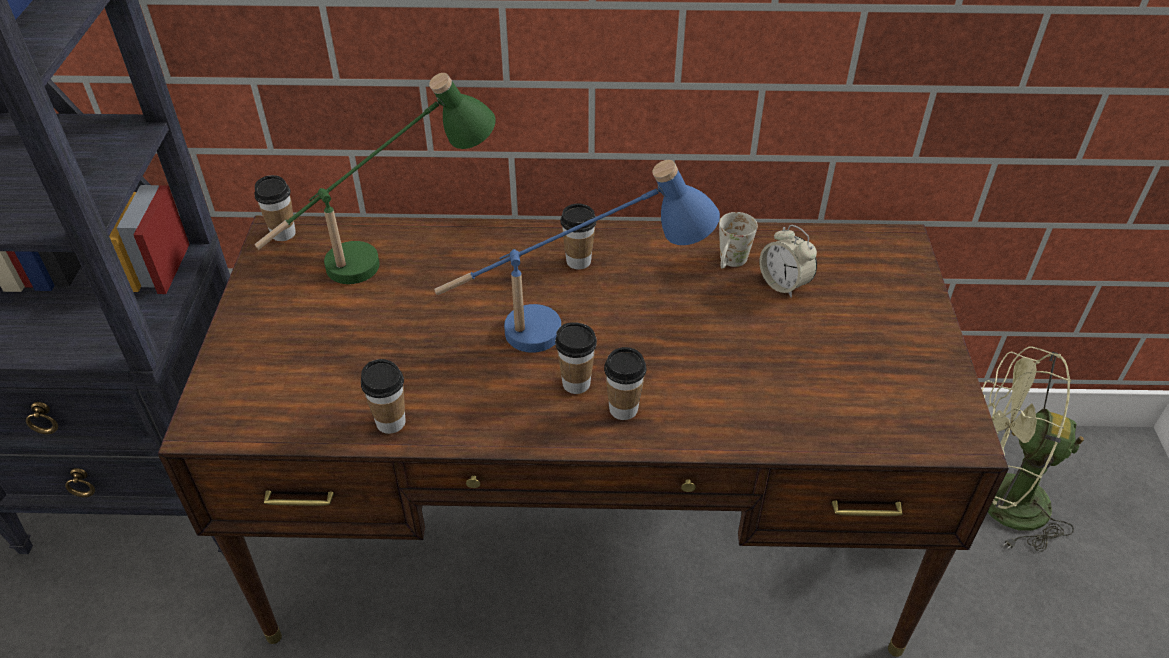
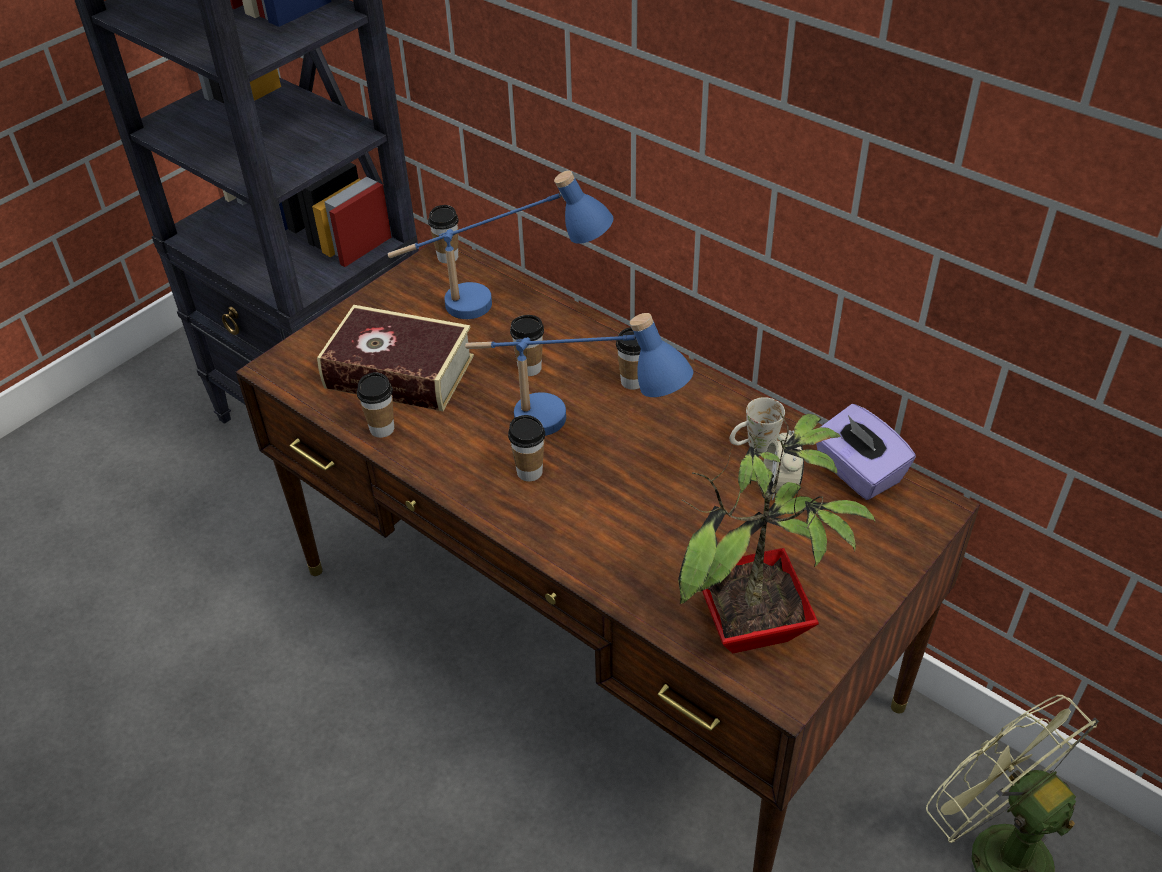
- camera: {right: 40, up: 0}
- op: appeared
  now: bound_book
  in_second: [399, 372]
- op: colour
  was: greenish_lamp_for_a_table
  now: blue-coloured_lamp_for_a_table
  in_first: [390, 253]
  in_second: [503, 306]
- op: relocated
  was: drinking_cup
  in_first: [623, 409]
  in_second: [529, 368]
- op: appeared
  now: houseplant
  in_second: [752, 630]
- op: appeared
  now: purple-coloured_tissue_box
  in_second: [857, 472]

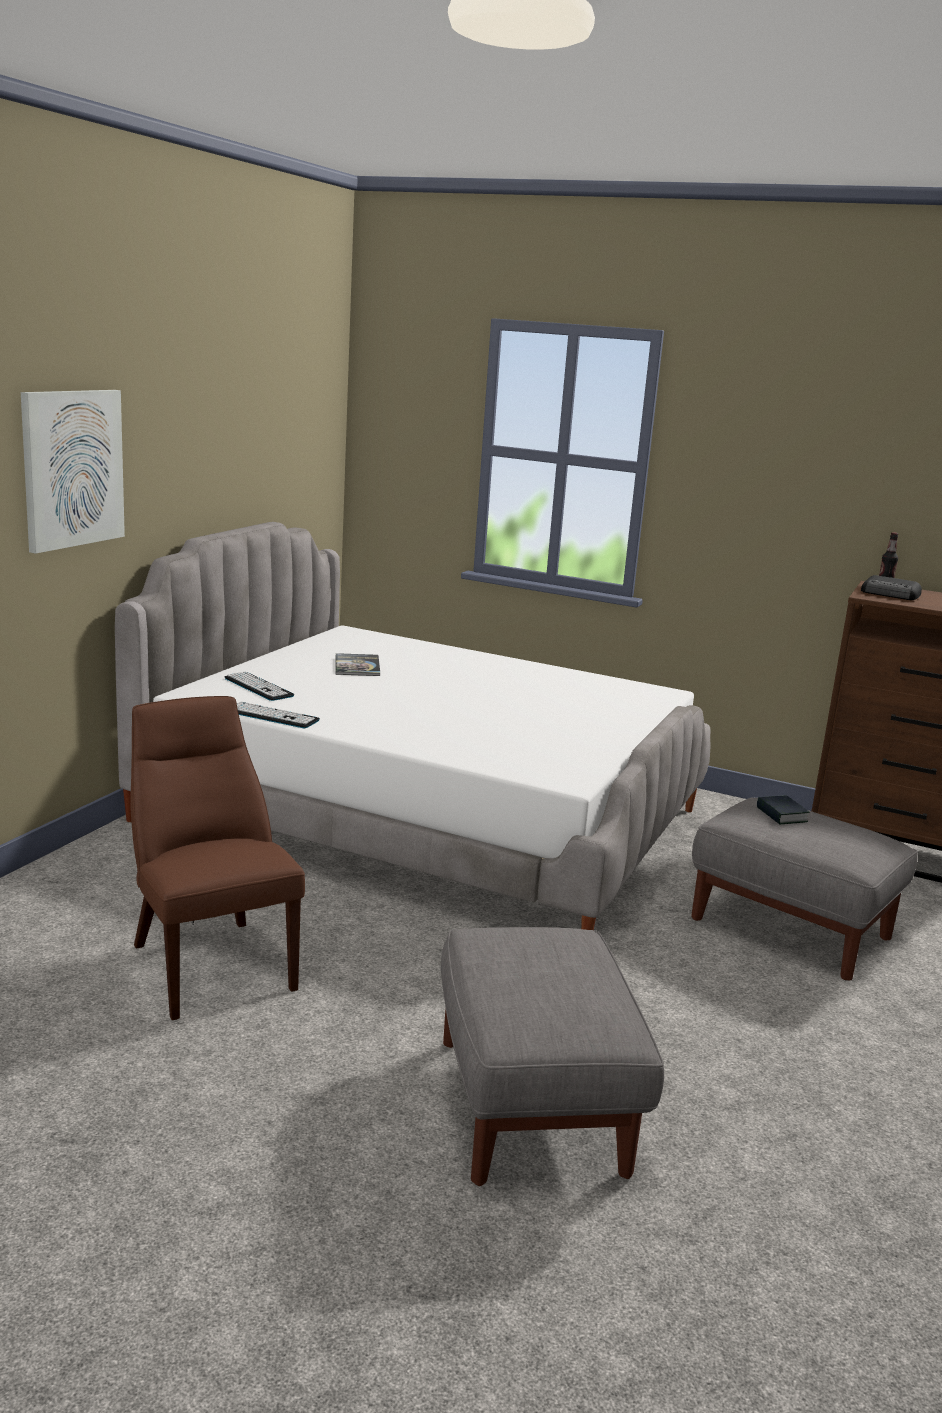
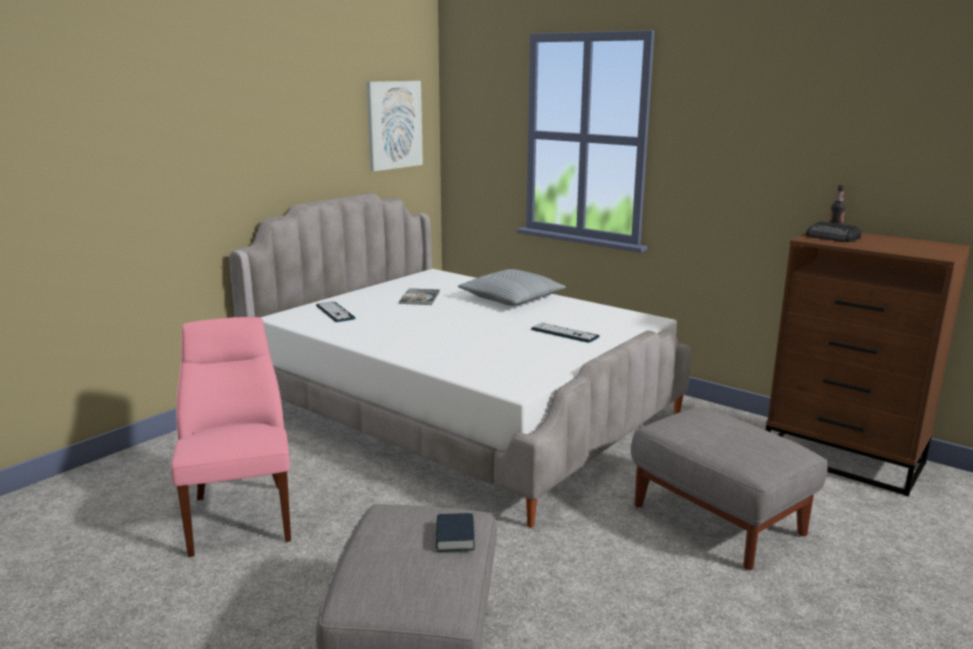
- camera: {right: 15, up: 0}
- op: colour
  was: brown_upright_chair
  now: pink-coloured_upright_chair
  in_first: [209, 963]
  in_second: [241, 515]
- op: relocated
  was: wall_picture
  in_first: [72, 468]
  in_second: [394, 125]
- op: relocated
  was: bound_book
  in_first: [781, 815]
  in_second: [455, 537]
- op: appeared
  now: cushion
  in_second: [511, 298]
- op: relocated
  was: keyboard
  in_first: [272, 716]
  in_second: [564, 333]

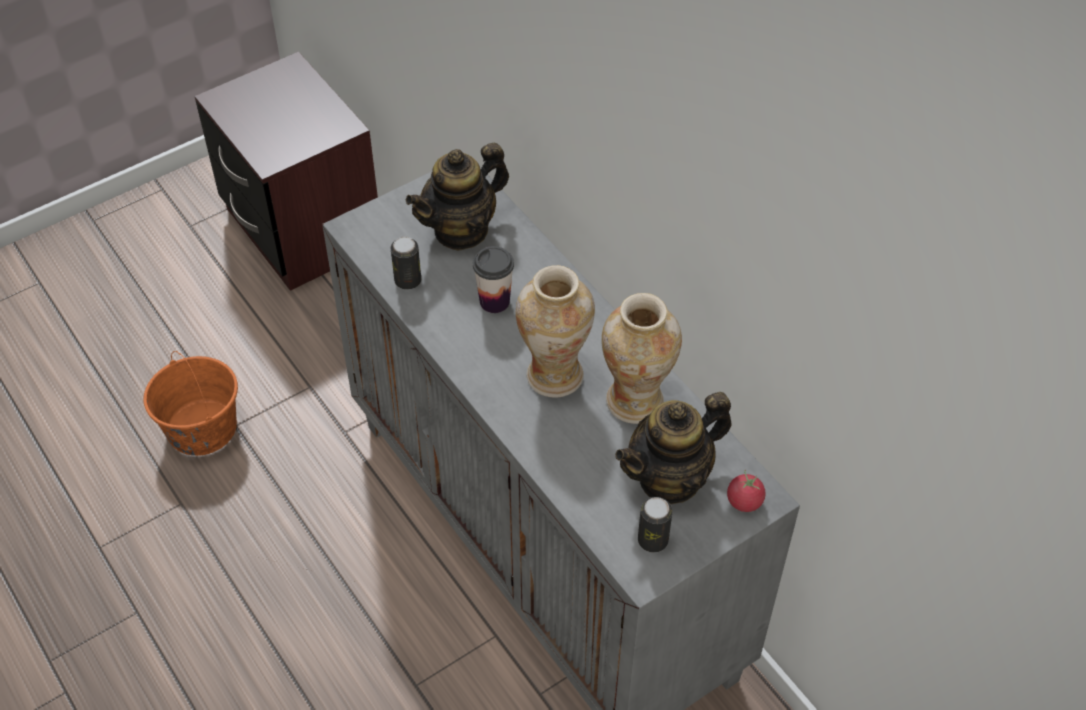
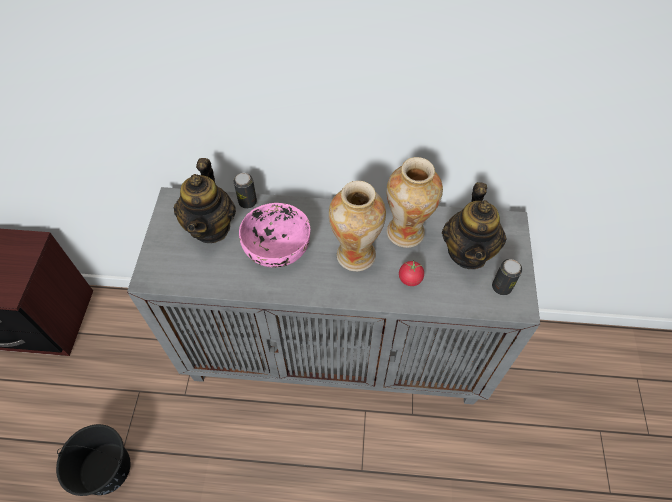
- camera: {right: -50, up: 5}
- op: colour
  was: orangey_water_bucket
  now: blackish_water_bucket
  in_first: [201, 427]
  in_second: [105, 469]
- op: relocated
  was: sealed_can
  in_first: [408, 280]
  in_second: [247, 202]
- op: exchanged
  was: drinking_cup
  now: pink-coloured_bowl
  in_first: [494, 301]
  in_second: [277, 247]
- op: relocated
  was: tomato
  in_first: [744, 501]
  in_second: [410, 278]

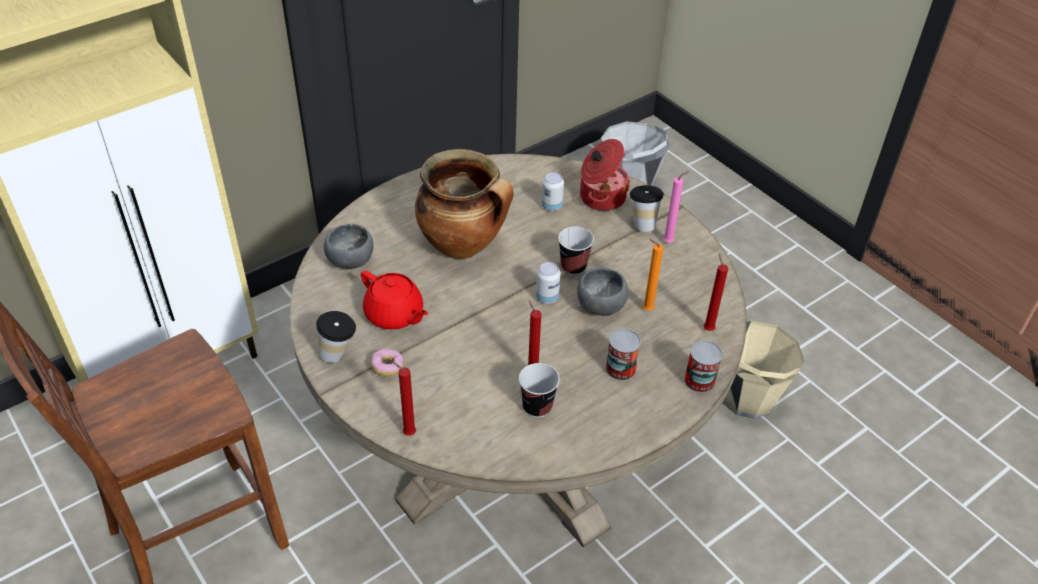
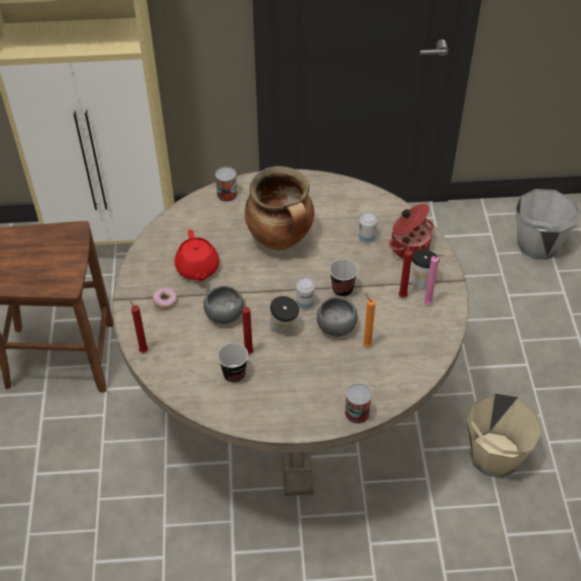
- camera: {right: 35, up: 5}
- op: relocated
  was: greyish_bowl
  in_first: [351, 261]
  in_second: [224, 316]
- op: relocated
  was: sealed_can
  in_first: [620, 369]
  in_second: [227, 194]
- op: relocated
  was: drinking_cup
  in_first: [339, 355]
  in_second: [284, 328]
- op: relocated
  was: reddish_candle
  in_first: [707, 328]
  in_second: [403, 295]

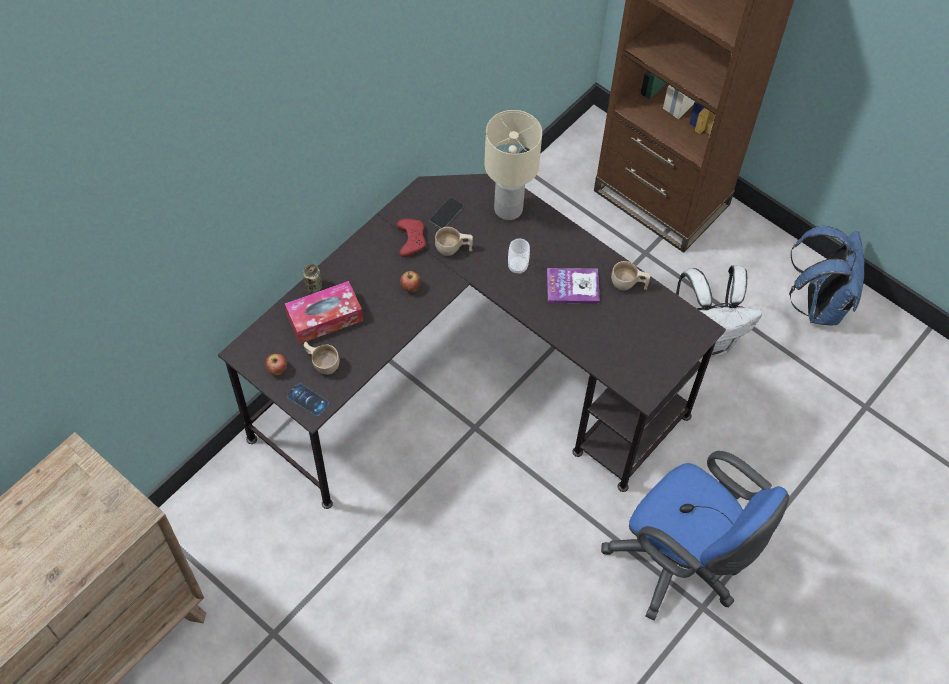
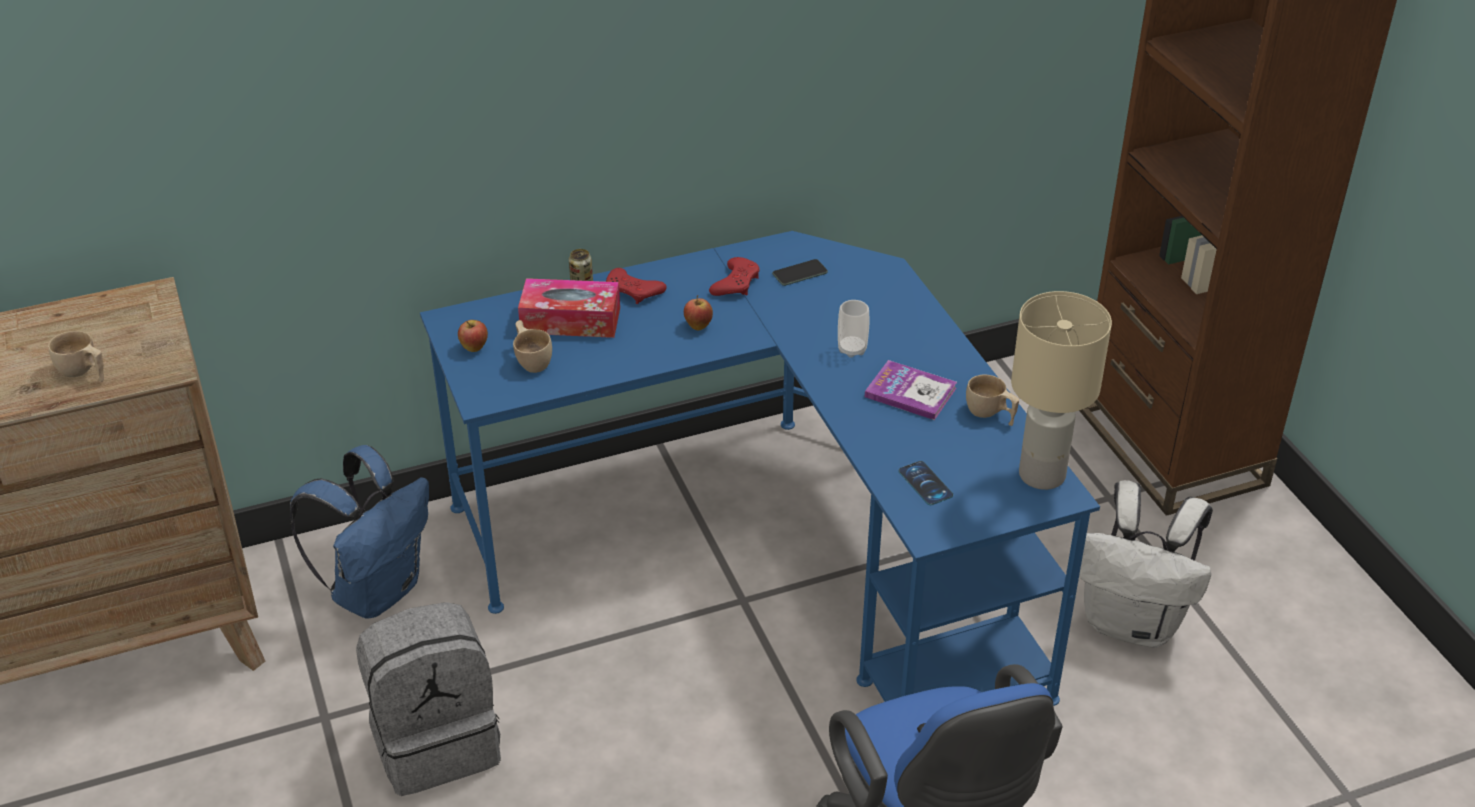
- camera: {right: 30, up: -20}
- op: relocated
  was: sand-coloured_drinking_cup
  in_first: [453, 249]
  in_second: [83, 373]
- op: relocated
  was: blue-coloured_knapsack
  in_first: [818, 304]
  in_second: [377, 590]
- op: appeared
  now: greyish_knapsack
  in_second: [437, 742]
- op: colour
  was: blackish_desk_unit
  now: blue-coloured_desk_unit
  in_first: [467, 383]
  in_second: [767, 549]
- op: appeared
  now: reddish_game_controller
  in_second: [633, 290]
- op: relocated
  was: phone
  in_first: [308, 399]
  in_second: [925, 483]
- op: relocated
  was: sand-coloured_lamp_for_a_table
  in_first: [508, 208]
  in_second: [1042, 474]

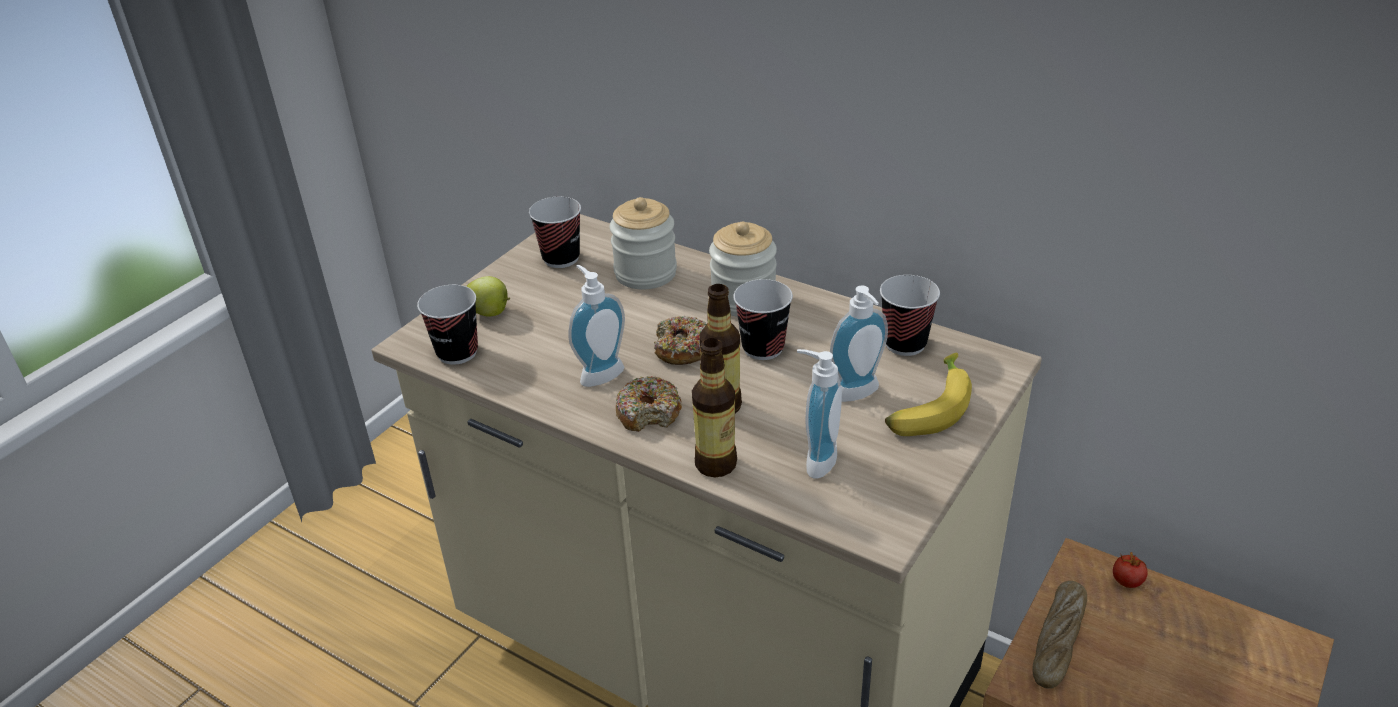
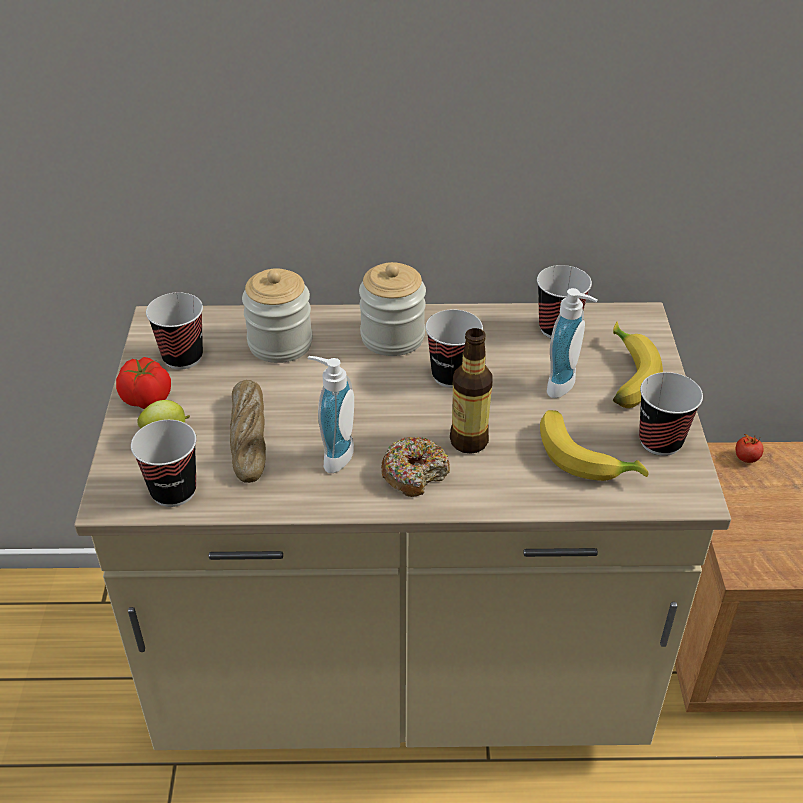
- camera: {right: -35, up: 5}
- op: appeared
  now: tomato
  in_second: [147, 400]
- op: relocated
  was: bakery_bread
  in_first: [1058, 640]
  in_second: [249, 437]
- op: exchanged
  was: liquid_soap_bottle
  now: banana
  in_first: [815, 459]
  in_second: [586, 456]
- op: appeared
  now: drinking_cup
  in_second: [660, 441]
- op: missing
  was: ring_doughnut
  in_first: [682, 349]
- op: missing
  was: beverage_bottle
  in_first: [716, 464]

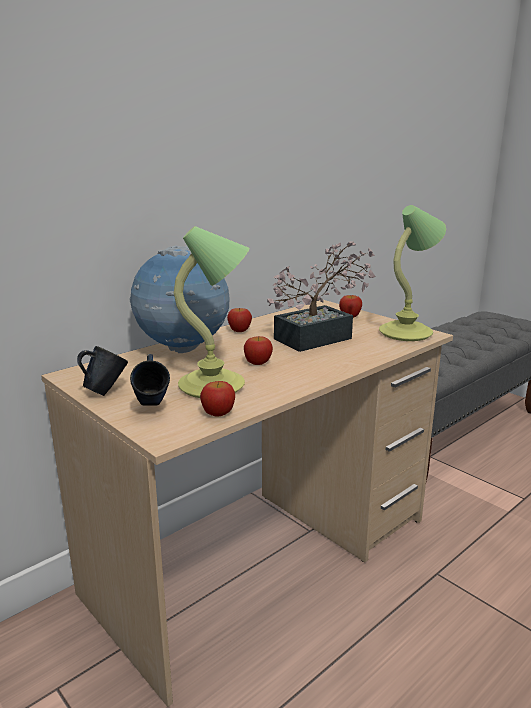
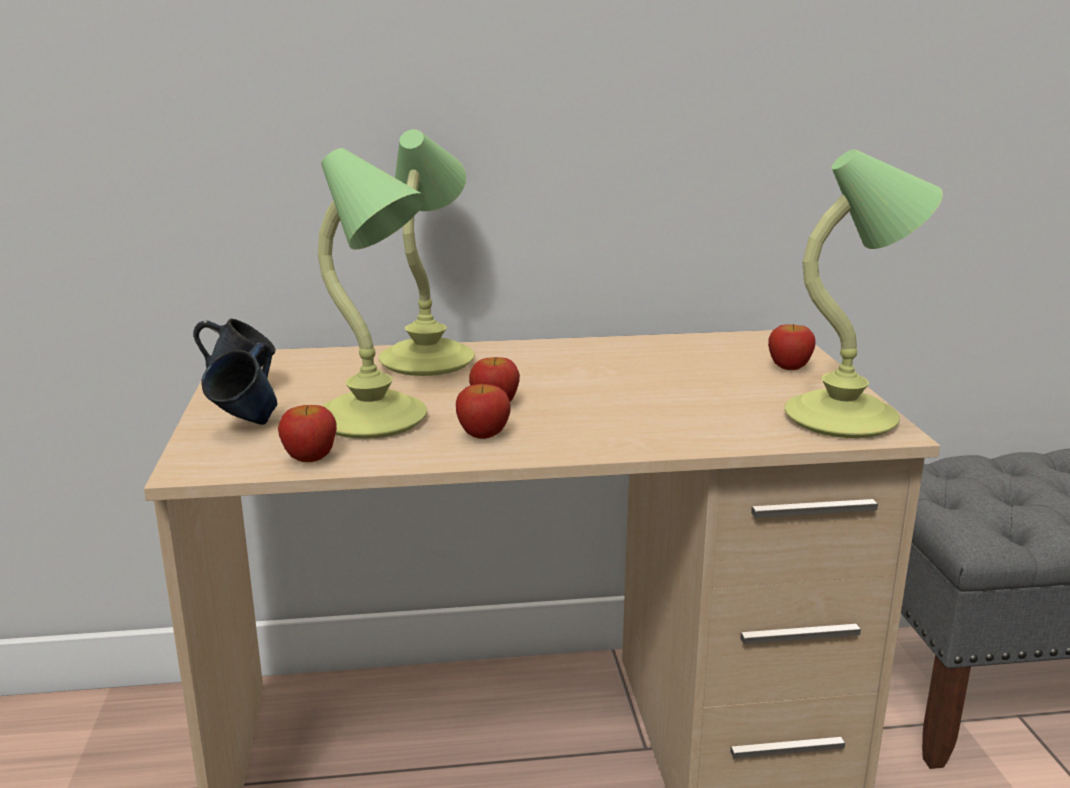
- camera: {right: 35, up: 0}
- op: exchanged
  was: desk_globe
  now: lamp_for_a_table
  in_first: [183, 350]
  in_second: [429, 360]
- op: relocated
  was: apple_fruit
  in_first: [239, 330]
  in_second: [483, 434]
- op: missing
  was: houseplant
  in_first: [320, 337]

